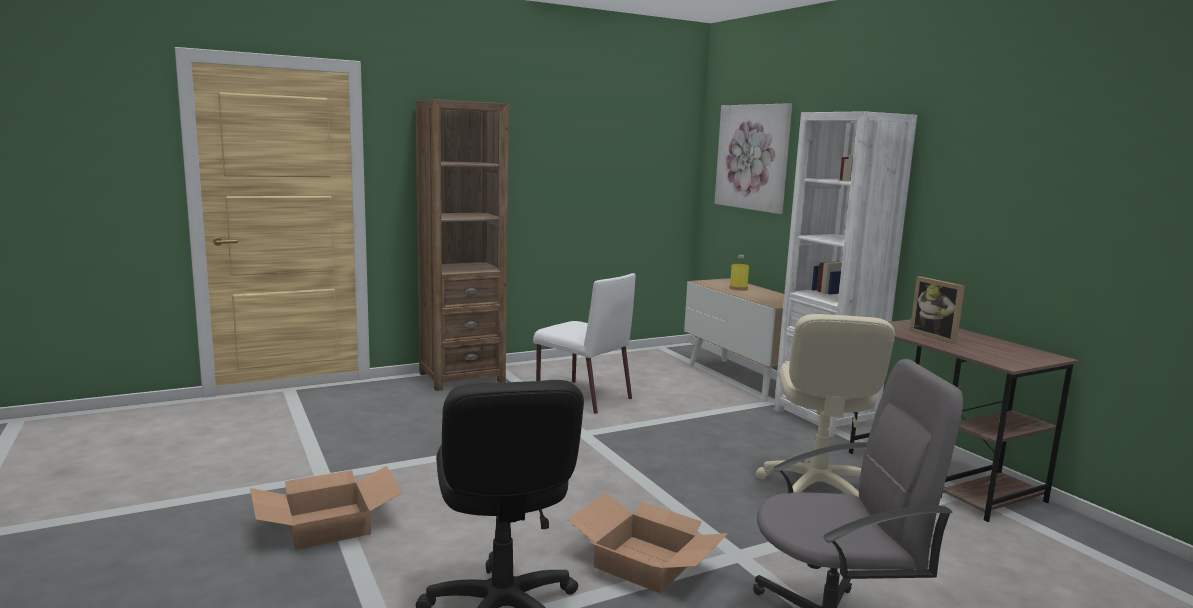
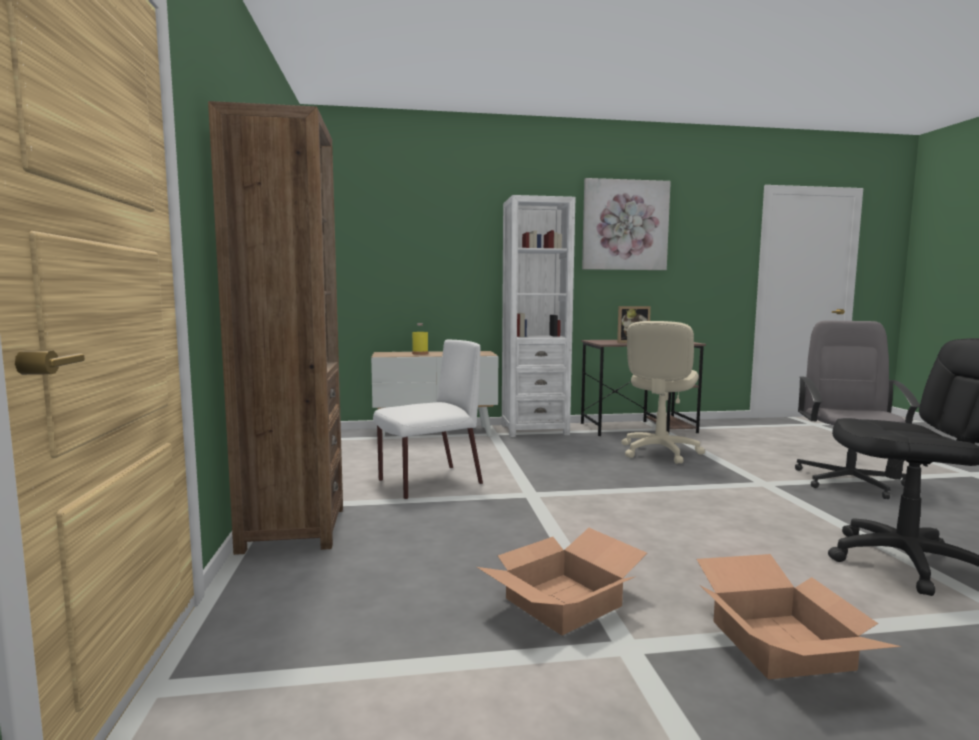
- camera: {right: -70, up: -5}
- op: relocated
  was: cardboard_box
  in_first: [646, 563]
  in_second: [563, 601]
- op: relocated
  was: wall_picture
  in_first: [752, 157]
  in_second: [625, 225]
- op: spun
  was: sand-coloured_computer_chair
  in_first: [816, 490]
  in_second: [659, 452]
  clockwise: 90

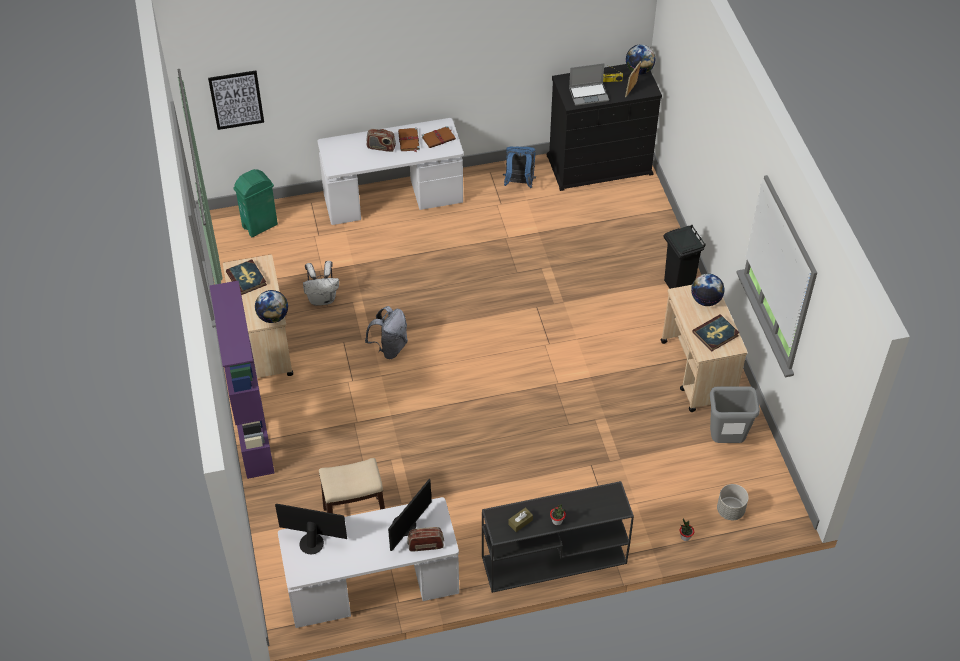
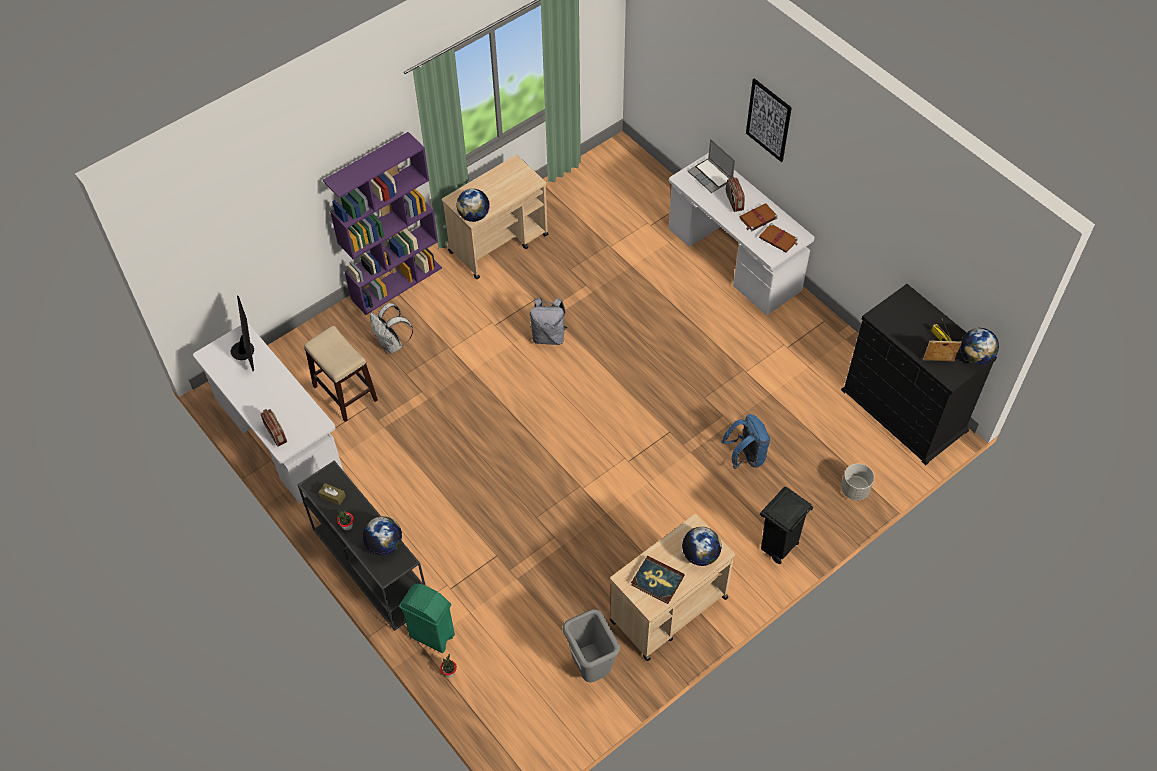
- camera: {right: 65, up: 5}
- op: appeared
  now: desk_globe
  in_second: [385, 544]
- op: relocated
  was: white_knapsack
  in_first: [322, 299]
  in_second: [392, 344]
- op: relocated
  was: greenish_rubbish_bin
  in_first: [260, 226]
  in_second: [432, 636]
- op: relocated
  was: laptop
  in_first: [589, 94]
  in_second: [711, 176]
- op: relocated
  was: blue-coloured_knapsack
  in_first: [519, 183]
  in_second: [746, 457]
- op: relocated
  was: wall_picture
  in_first: [236, 99]
  in_second: [768, 120]
- op: relocated
  was: greyish_planter
  in_first: [730, 510]
  in_second: [855, 490]
- op: missing
  was: bound_book
  in_first: [246, 278]
- op: missing
  was: computer_screen
  in_first: [406, 527]

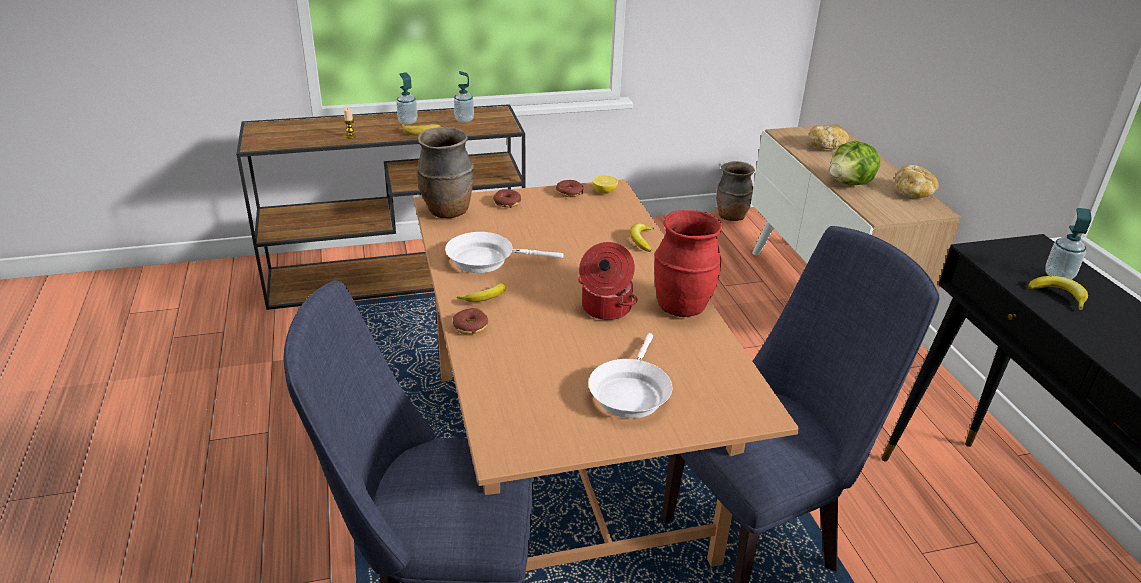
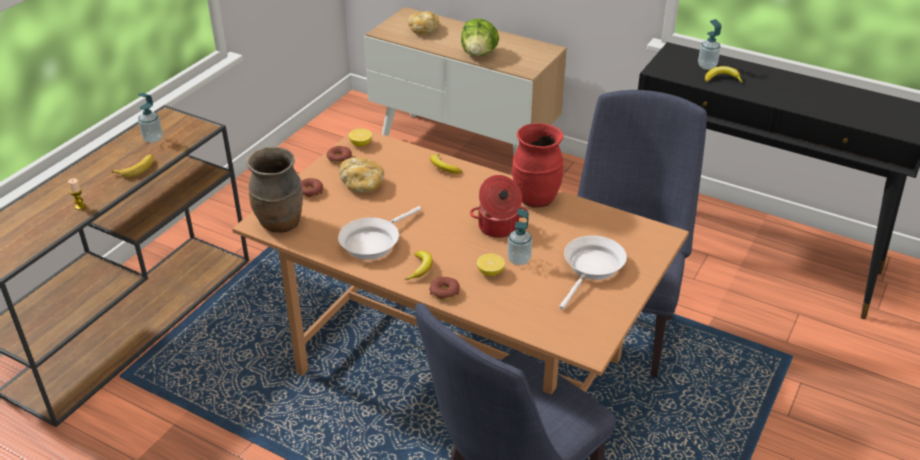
- camera: {right: -45, up: 5}
- op: relocated
  was: bakery_bread
  in_first: [913, 193]
  in_second: [363, 185]
- op: appeared
  now: citrus_fruit
  in_second: [490, 272]
- op: relocated
  was: liquid_soap_bottle
  in_first: [407, 122]
  in_second: [519, 259]
- op: spun
  was: white_pan
  in_first: [630, 392]
  in_second: [592, 268]
  clockwise: -120
- op: missing
  was: brown_flower_vase
  in_first: [731, 216]

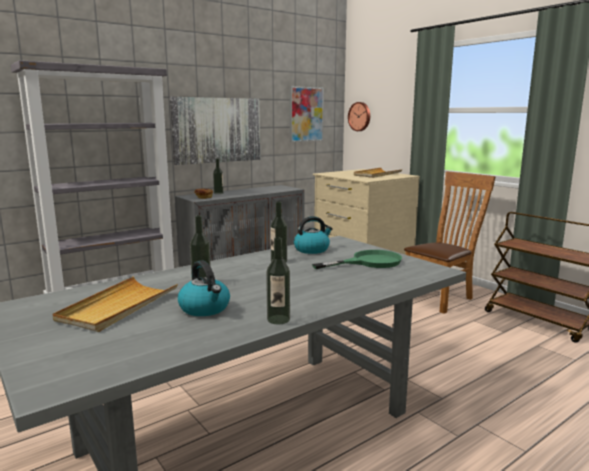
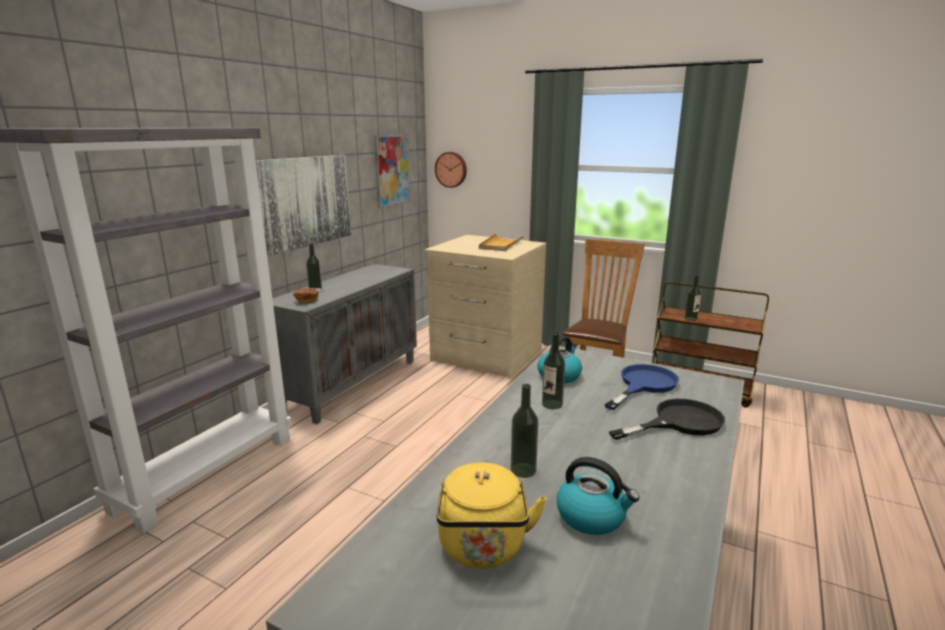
- camera: {right: -25, up: 5}
- op: exchanged
  was: sand-coloured_tray
  now: yellow_tea_kettle
  in_first: [118, 307]
  in_second: [483, 549]
- op: colour
  was: greenish_pan
  now: blue-coloured_pan
  in_first: [368, 262]
  in_second: [643, 385]
- op: appeared
  now: blackish_pan
  in_second: [678, 422]
- op: relocated
  was: beverage_bottle
  in_first: [278, 319]
  in_second: [690, 319]

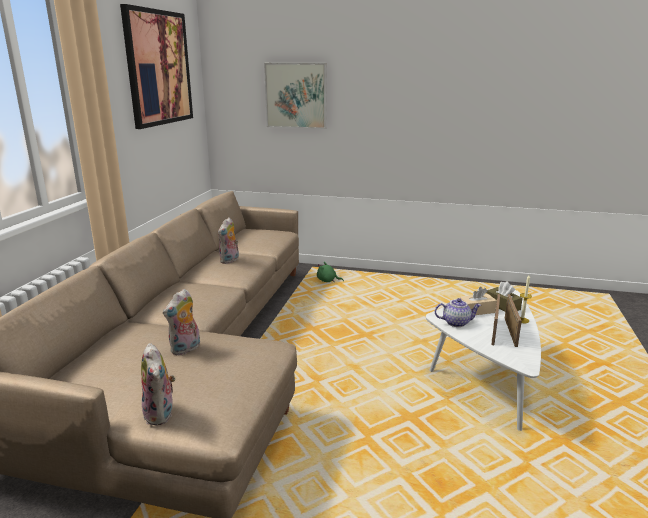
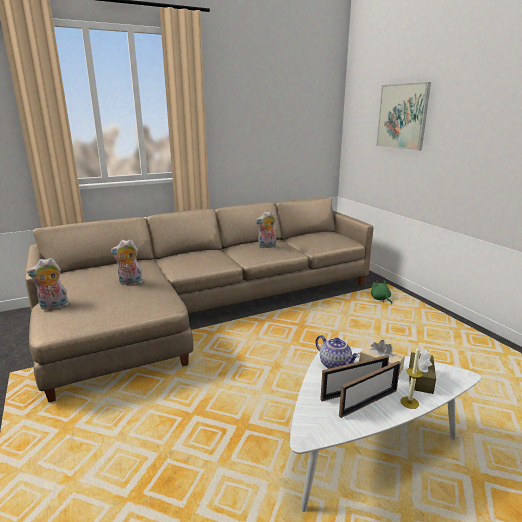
- camera: {right: 50, up: 0}
- op: spun
  was: soft_toy
  in_first: [161, 414]
  in_second: [53, 307]
  clockwise: 45
- op: missing
  was: wall_picture
  in_first: [158, 68]

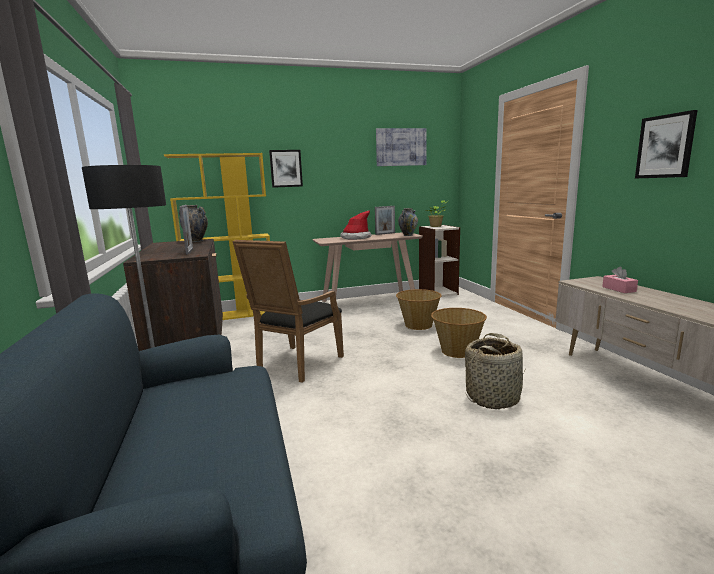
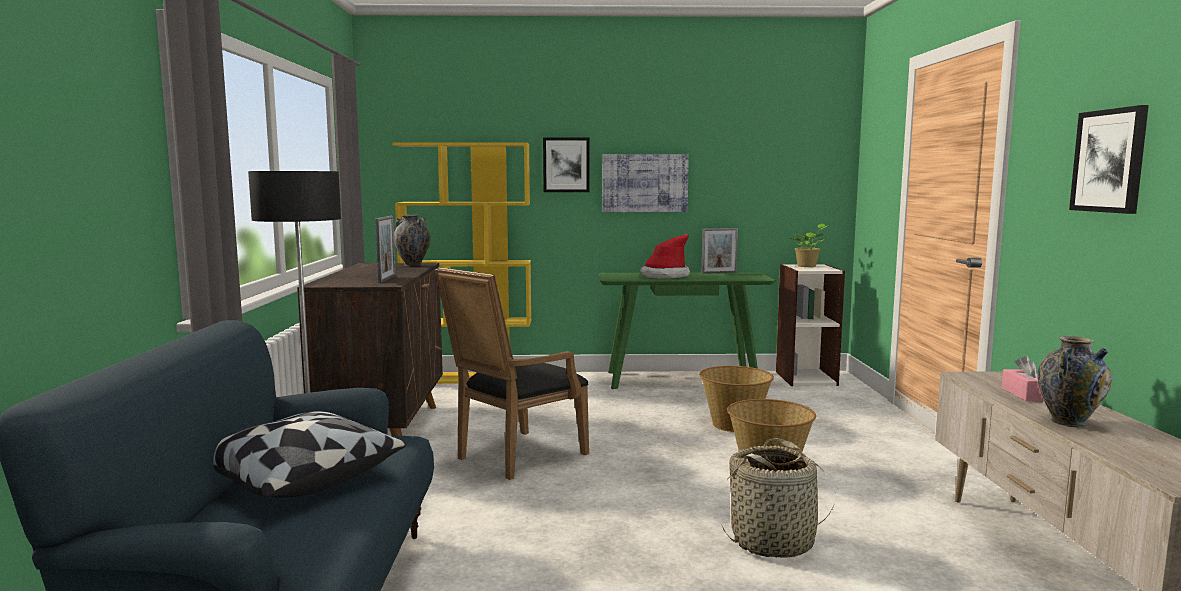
- camera: {right: 15, up: -5}
- op: appeared
  now: cushion
  in_second: [298, 479]
- op: colour
  was: sand-coloured_hall_table
  now: greenish_hall_table
  in_first: [369, 301]
  in_second: [681, 379]
- op: relocated
  was: wall_picture
  in_first: [401, 147]
  in_second: [644, 183]
- op: relocated
  was: flower_vase
  in_first: [408, 235]
  in_second: [1068, 422]

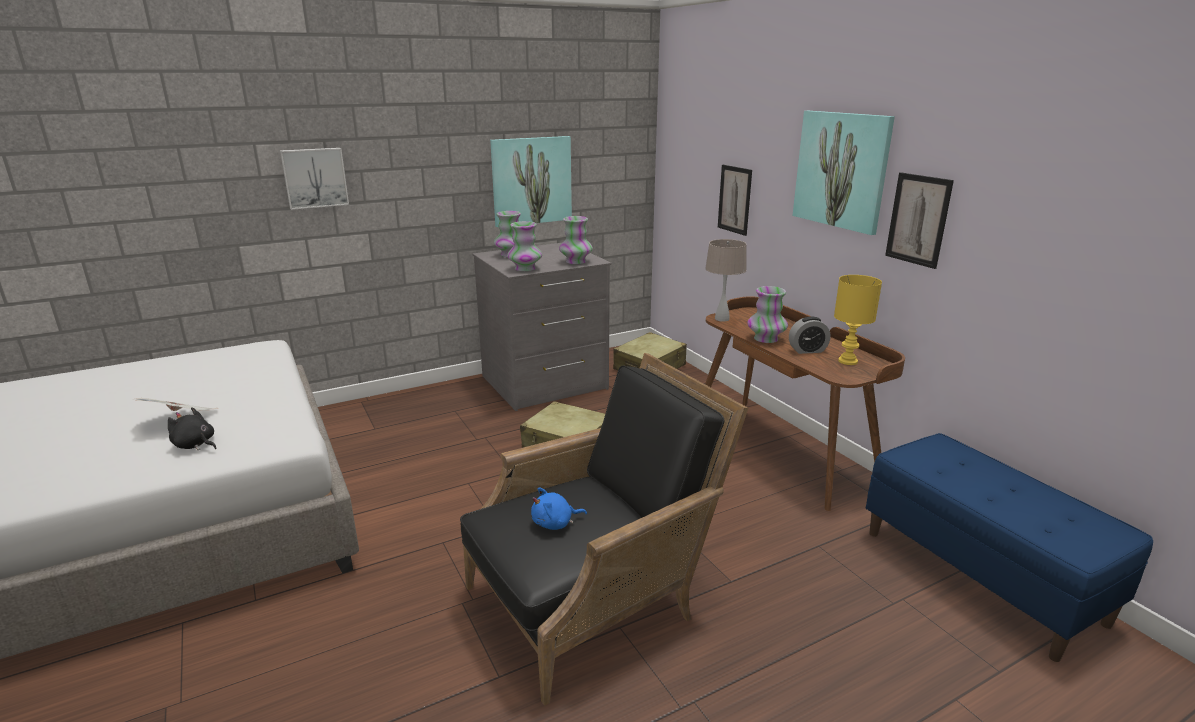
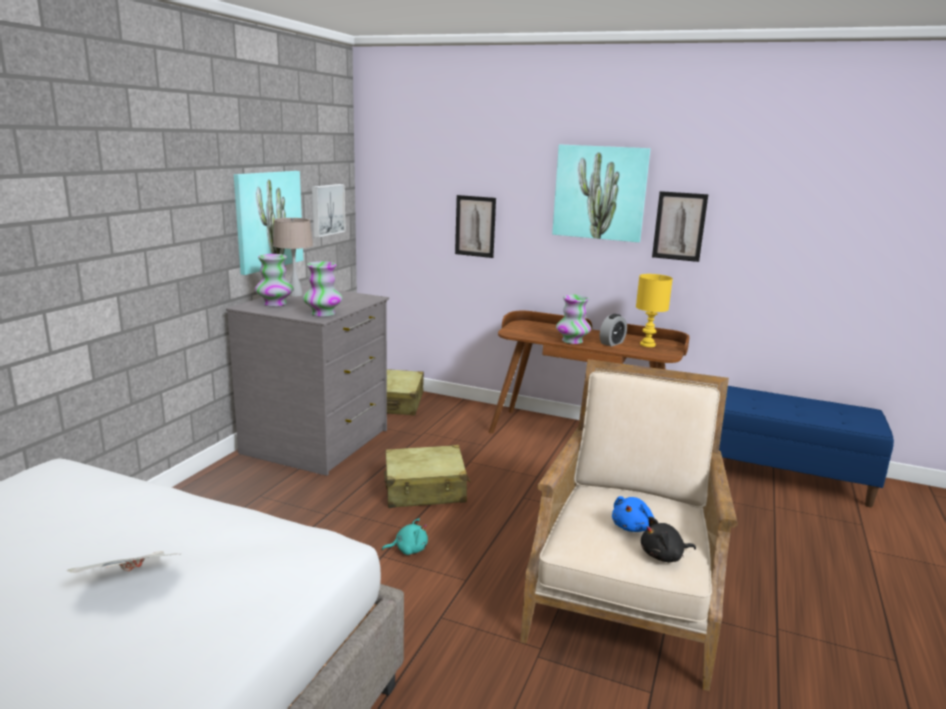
- camera: {right: -40, up: -5}
- op: relocated
  was: sand-coloured_lamp_for_a_table
  in_first: [722, 319]
  in_second: [295, 294]
- op: relocated
  was: wall_picture
  in_first: [315, 178]
  in_second: [326, 209]
- op: appeared
  now: turquoise_soft_toy
  in_second: [408, 549]
- op: colour
  was: blackish_easy_chair
  now: sand-coloured_easy_chair
  in_first: [595, 597]
  in_second: [624, 596]
- op: relocated
  was: blackish_soft_toy
  in_first: [195, 445]
  in_second: [664, 556]
- op: missing
  was: flower_vase
  in_first: [576, 262]

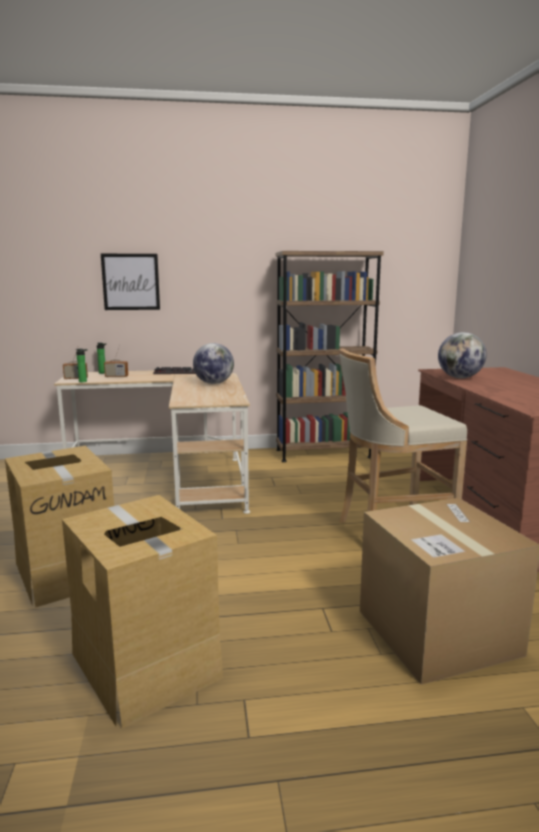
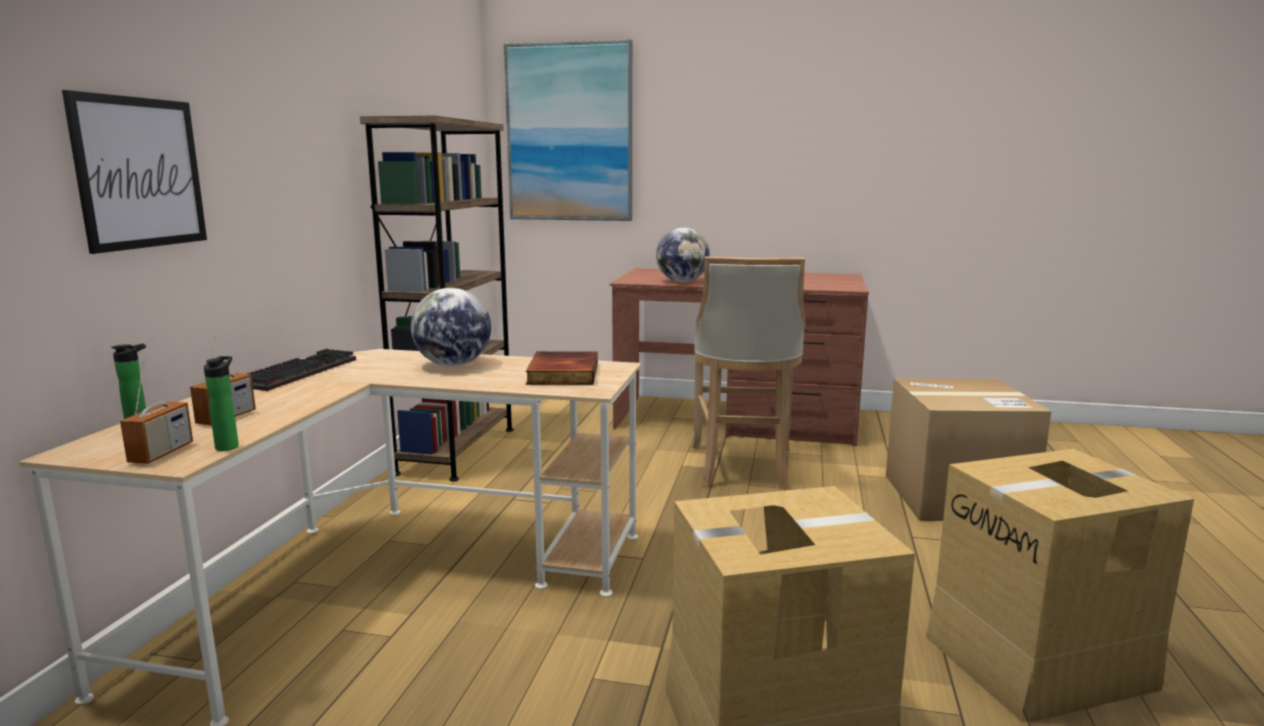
- camera: {right: -70, up: 0}
- op: appeared
  now: wall_picture
  in_second: [569, 133]
- op: appeared
  now: bound_book
  in_second: [561, 373]

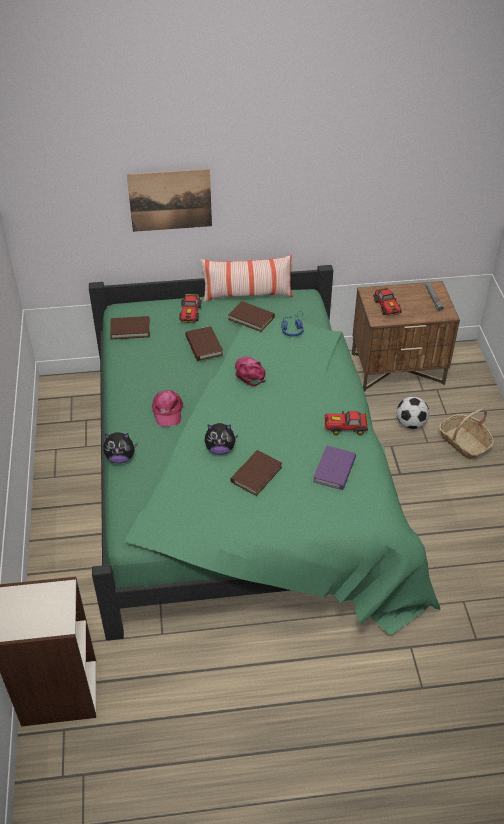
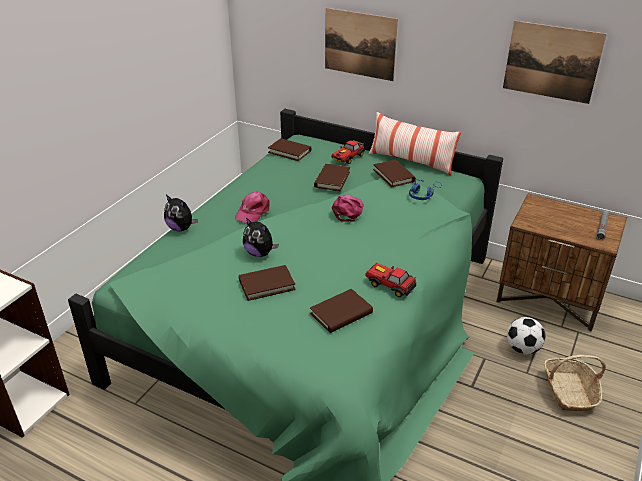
- camera: {right: 35, up: -10}
- op: colour
  was: purple-coloured_bound_book
  now: brown_bound_book
  in_first: [334, 470]
  in_second: [341, 313]
- op: appeared
  now: wall_picture
  in_second: [552, 62]
- op: missing
  was: miniature_car
  in_first: [387, 307]

